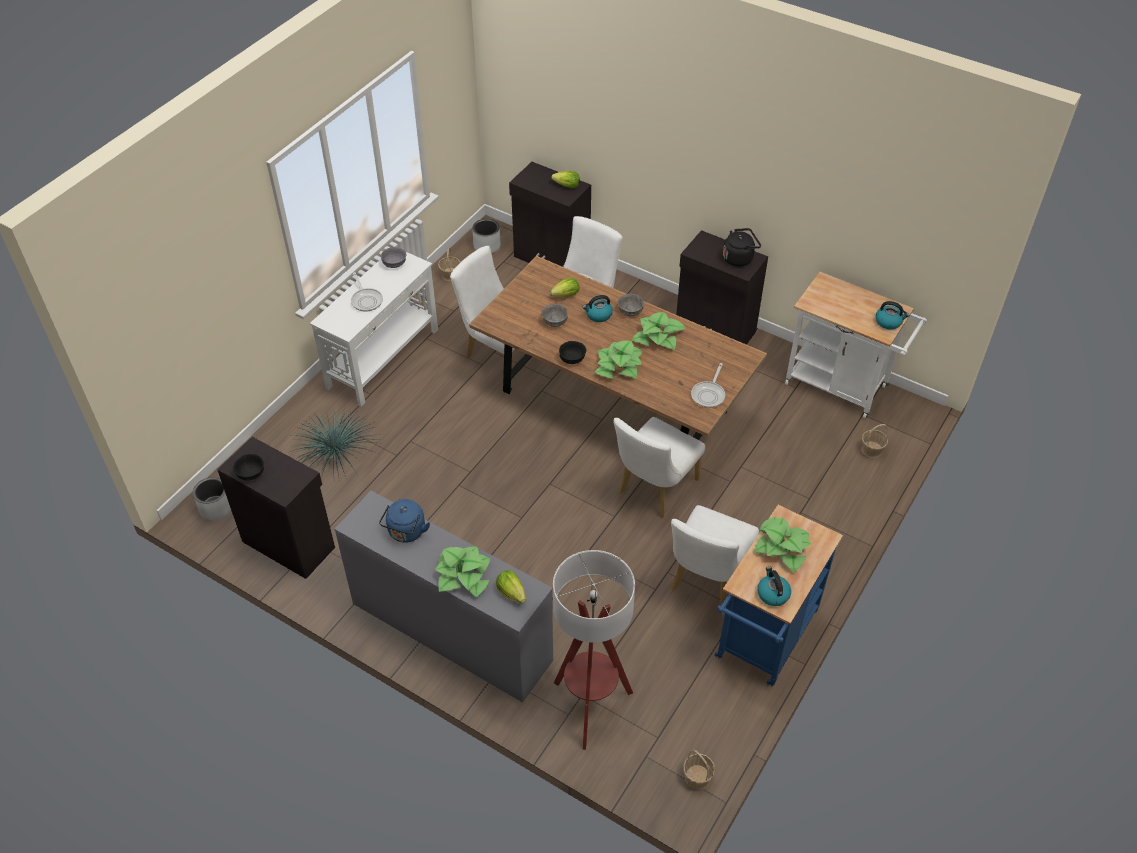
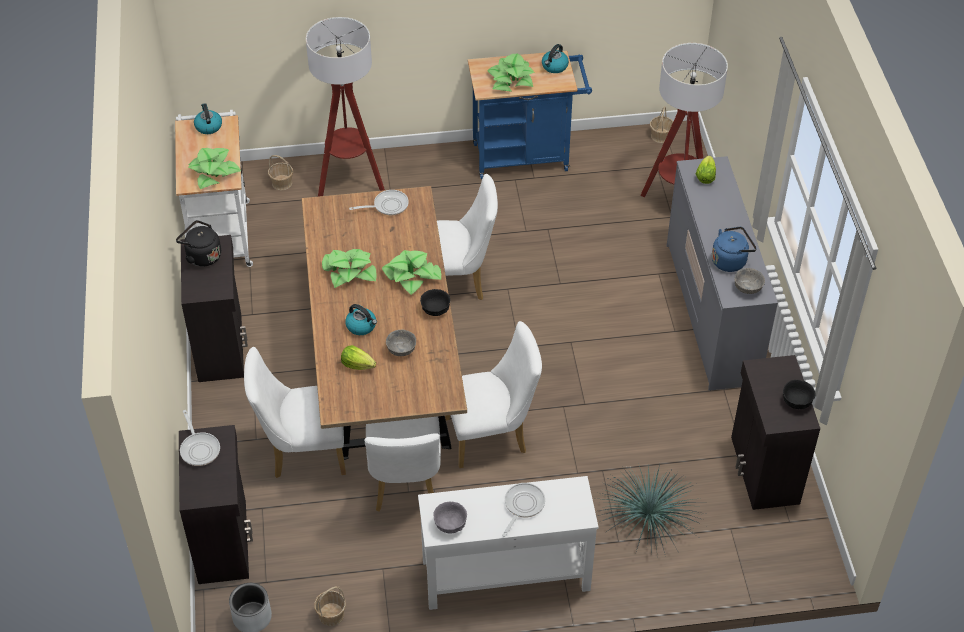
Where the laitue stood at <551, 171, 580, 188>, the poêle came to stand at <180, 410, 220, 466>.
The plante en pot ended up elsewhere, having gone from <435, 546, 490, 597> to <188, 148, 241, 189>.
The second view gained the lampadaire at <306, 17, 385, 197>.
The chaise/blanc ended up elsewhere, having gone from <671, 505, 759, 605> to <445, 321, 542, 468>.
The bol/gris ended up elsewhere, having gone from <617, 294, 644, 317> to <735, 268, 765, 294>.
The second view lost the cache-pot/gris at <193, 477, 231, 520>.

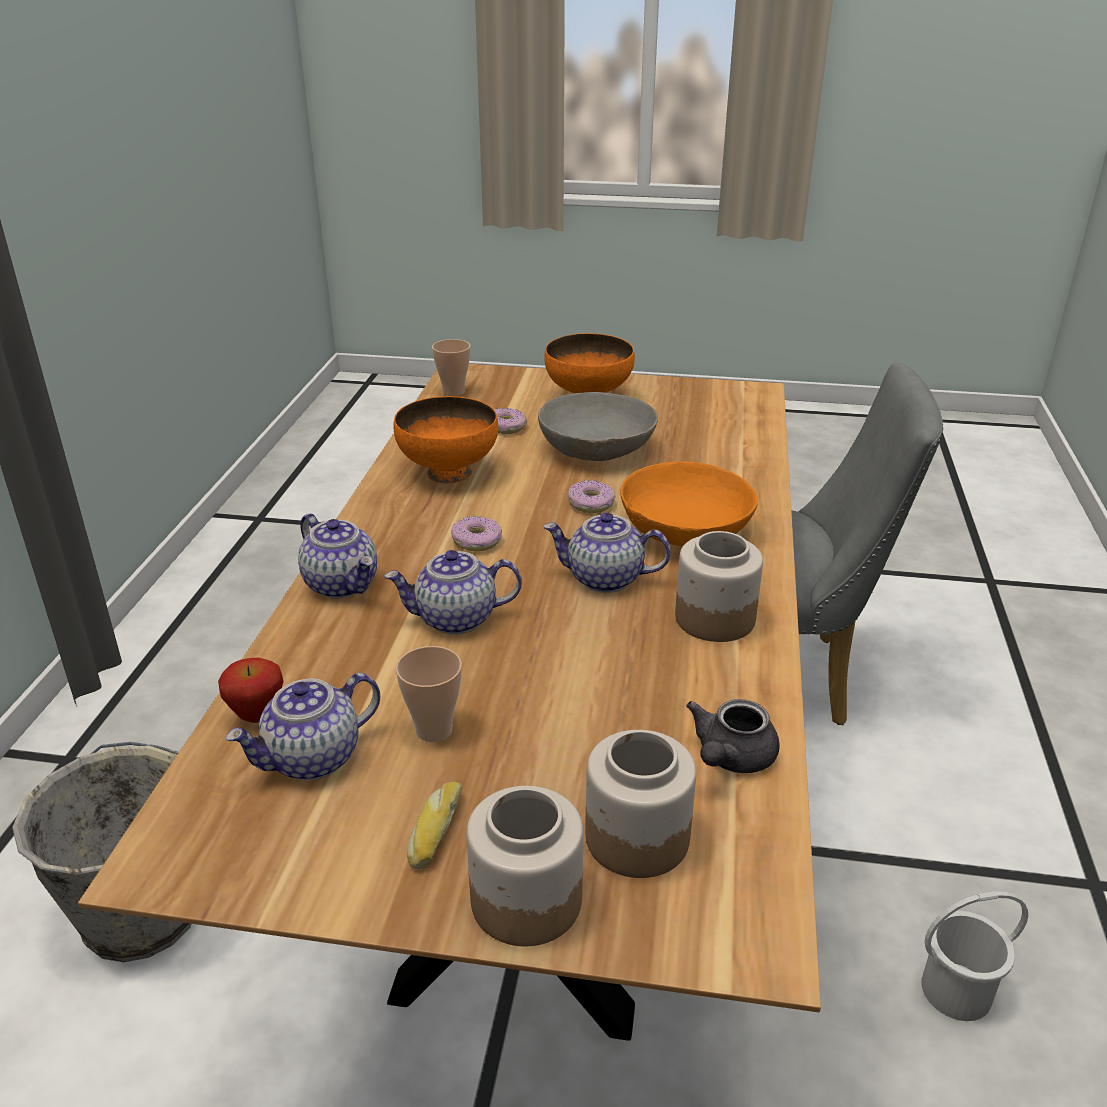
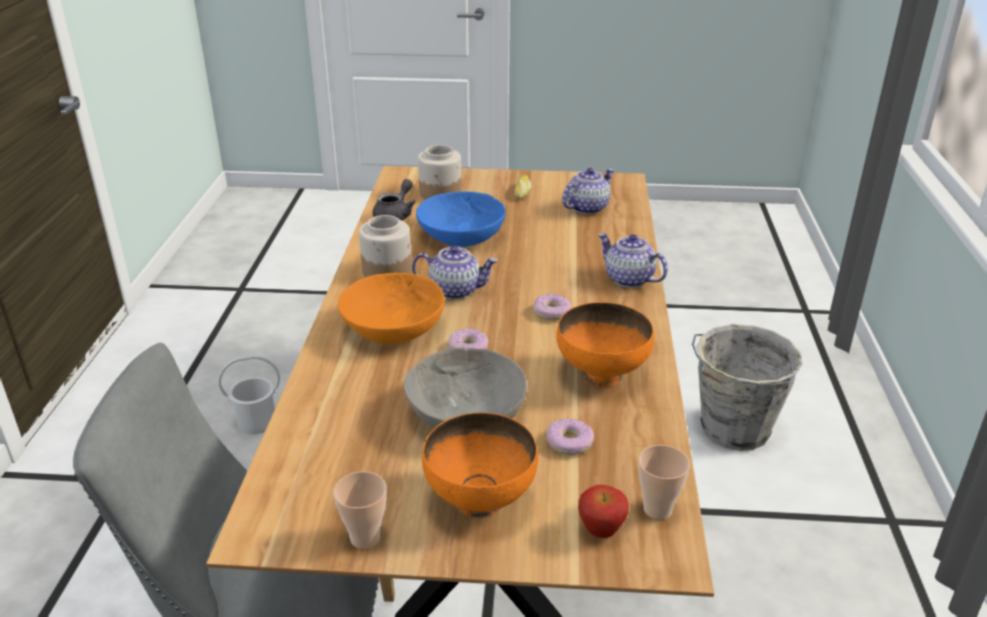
The tasse ended up elsewhere, having gone from <396, 646, 462, 742> to <333, 471, 387, 549>.
The second view gained the bol/bleu at <416, 191, 506, 247>.
The pomme ended up elsewhere, having gone from <218, 658, 284, 723> to <578, 485, 629, 538>.
The second view lost the théière at <384, 550, 522, 634>.
The second view lost the bocal at <466, 786, 583, 946>.

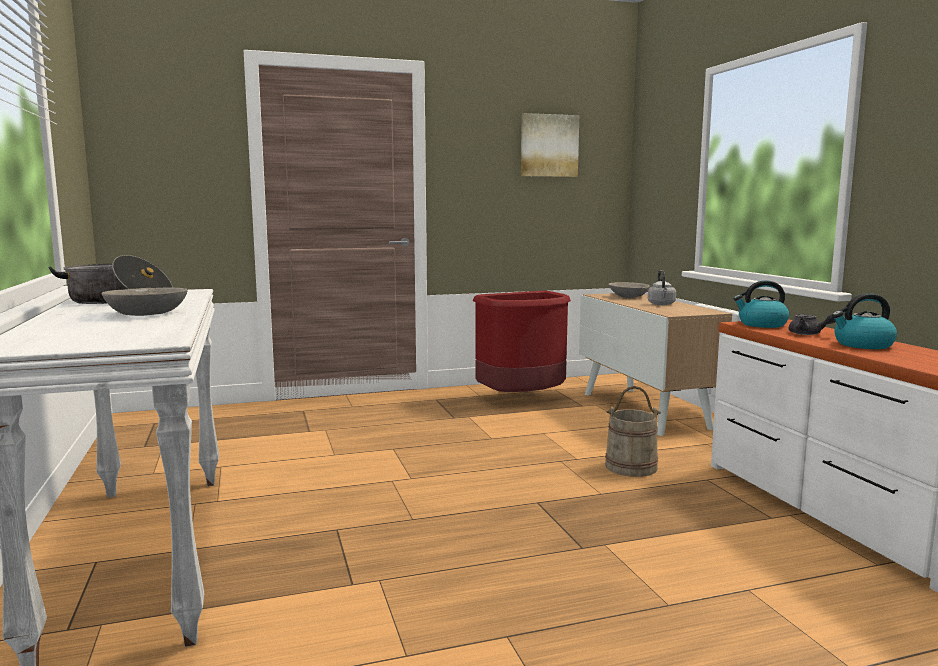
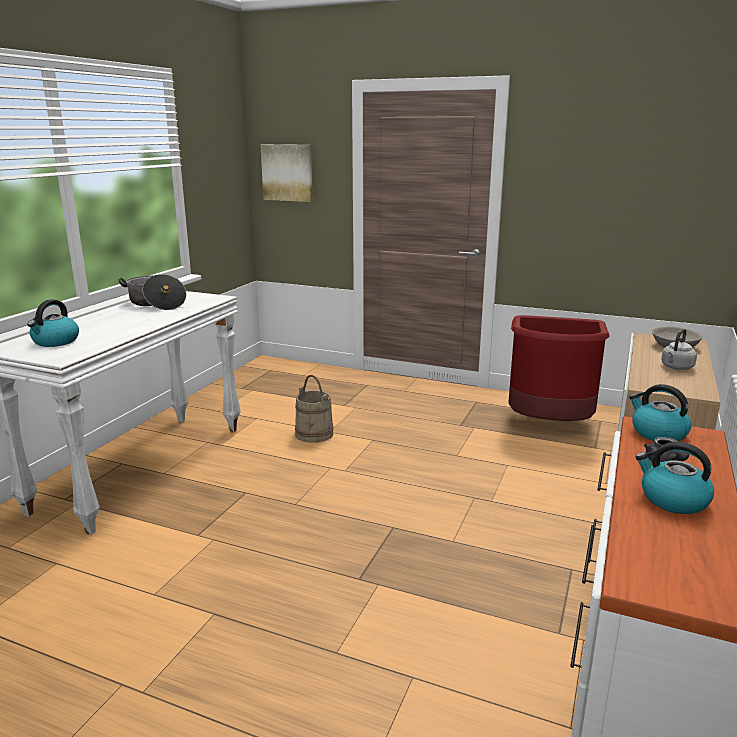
The second view gained the bouilloire at <27, 299, 79, 347>.
The tableau ended up elsewhere, having gone from <521, 113, 579, 177> to <260, 144, 313, 202>.
The seau/beige ended up elsewhere, having gone from <605, 386, 661, 477> to <295, 375, 334, 443>.
The second view lost the bol/gris at <101, 288, 188, 316>.

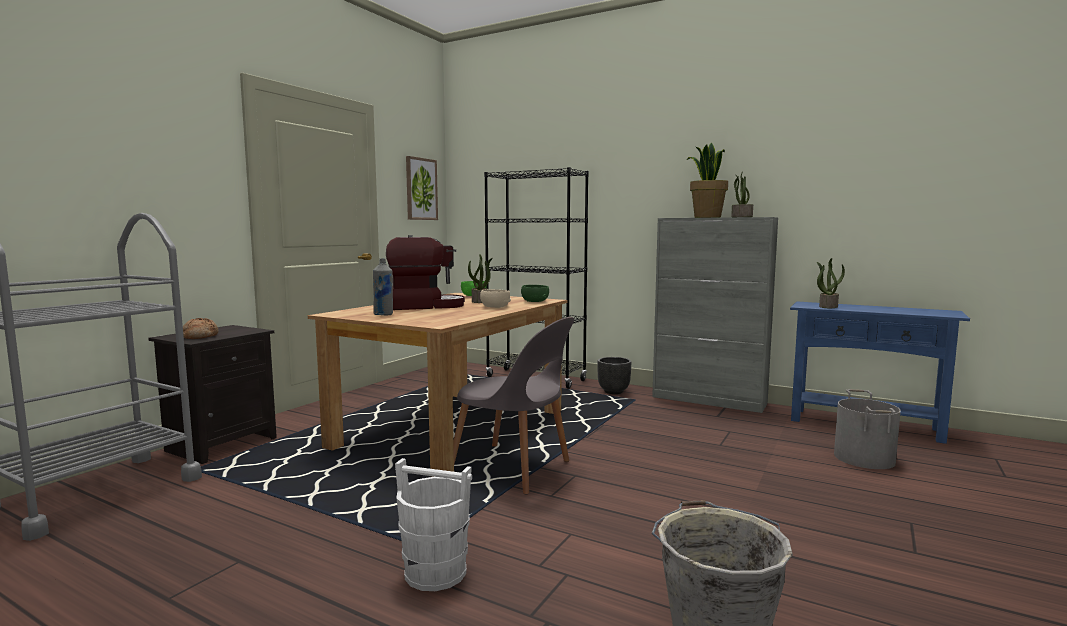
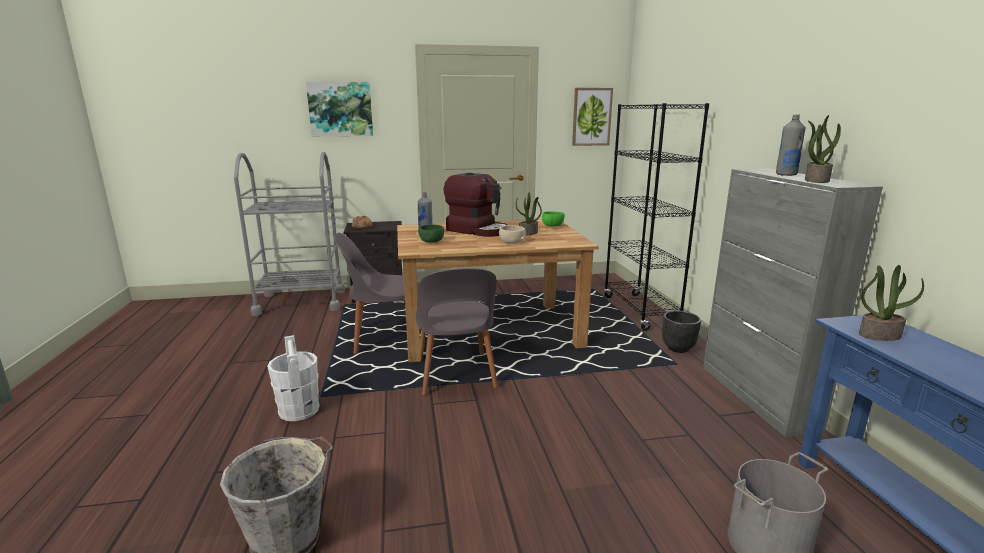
The second view gained the tableau at <306, 81, 373, 136>.
The second view gained the chaise/gris at <334, 233, 419, 354>.
The bol/vert ended up elsewhere, having gone from <521, 285, 549, 302> to <418, 224, 444, 243>.
Where the plante en pot stood at <687, 143, 728, 218>, the bouteille/gris came to stand at <776, 114, 806, 176>.

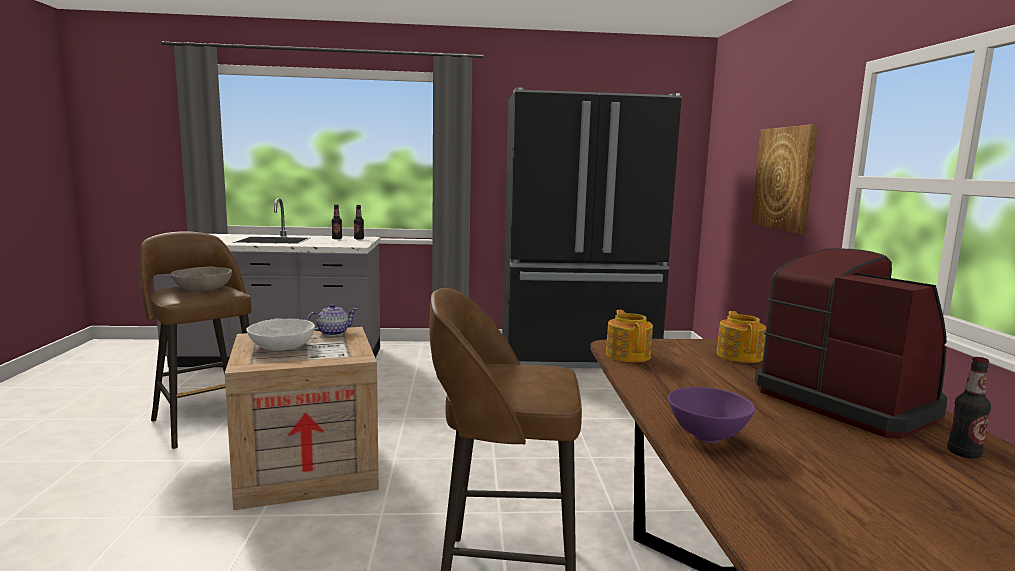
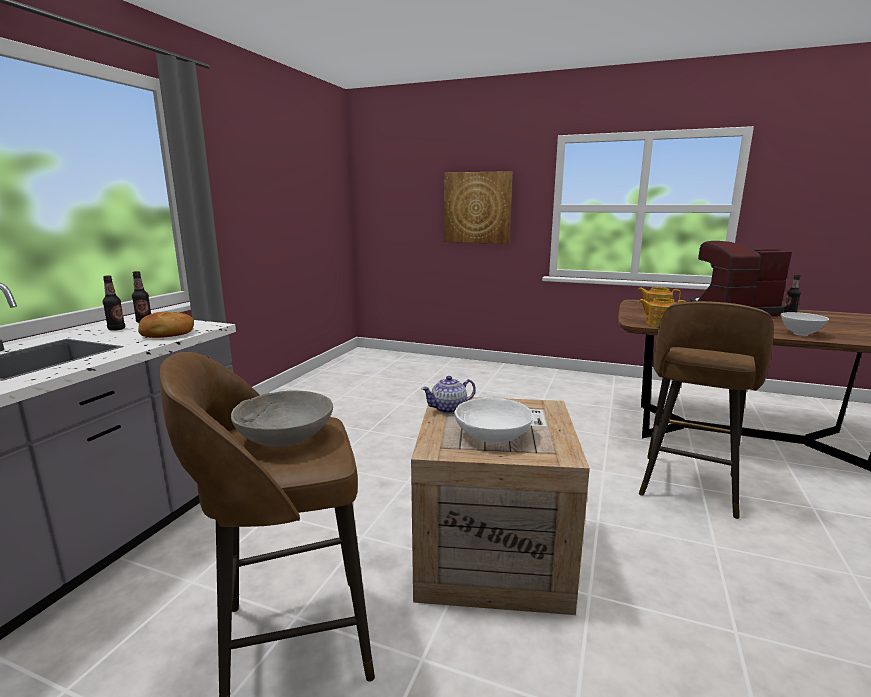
The second view gained the pain at <138, 311, 194, 338>.
The théière at <307, 304, 357, 336> ended up facing another way, 105 degrees counterclockwise from before.
What was the bol/violet at <668, 387, 755, 443> turned into the bol/blanc at <781, 312, 829, 336>.
The second view lost the réfrigérateur/noir at <502, 87, 682, 368>.

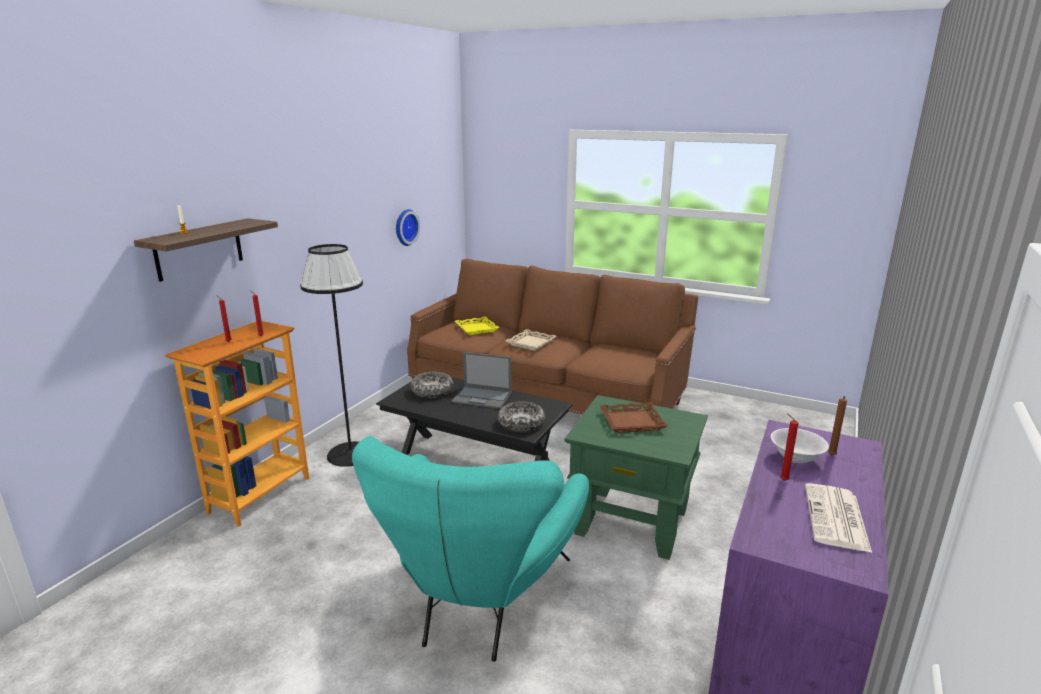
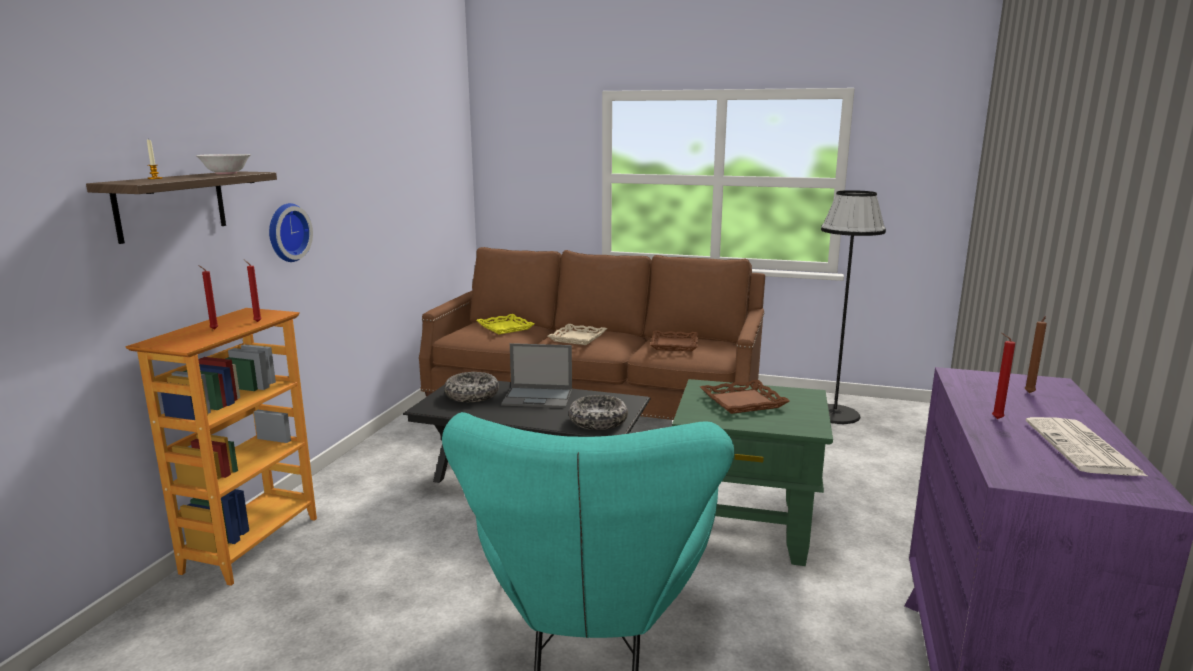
The bol/blanc ended up elsewhere, having gone from <771, 428, 829, 463> to <196, 154, 251, 174>.
The horloge murale ended up elsewhere, having gone from <396, 209, 420, 246> to <269, 203, 313, 262>.
The second view gained the plateau/marron at <650, 330, 698, 351>.
The lampadaire/noir ended up elsewhere, having gone from <300, 244, 363, 467> to <821, 190, 886, 424>.

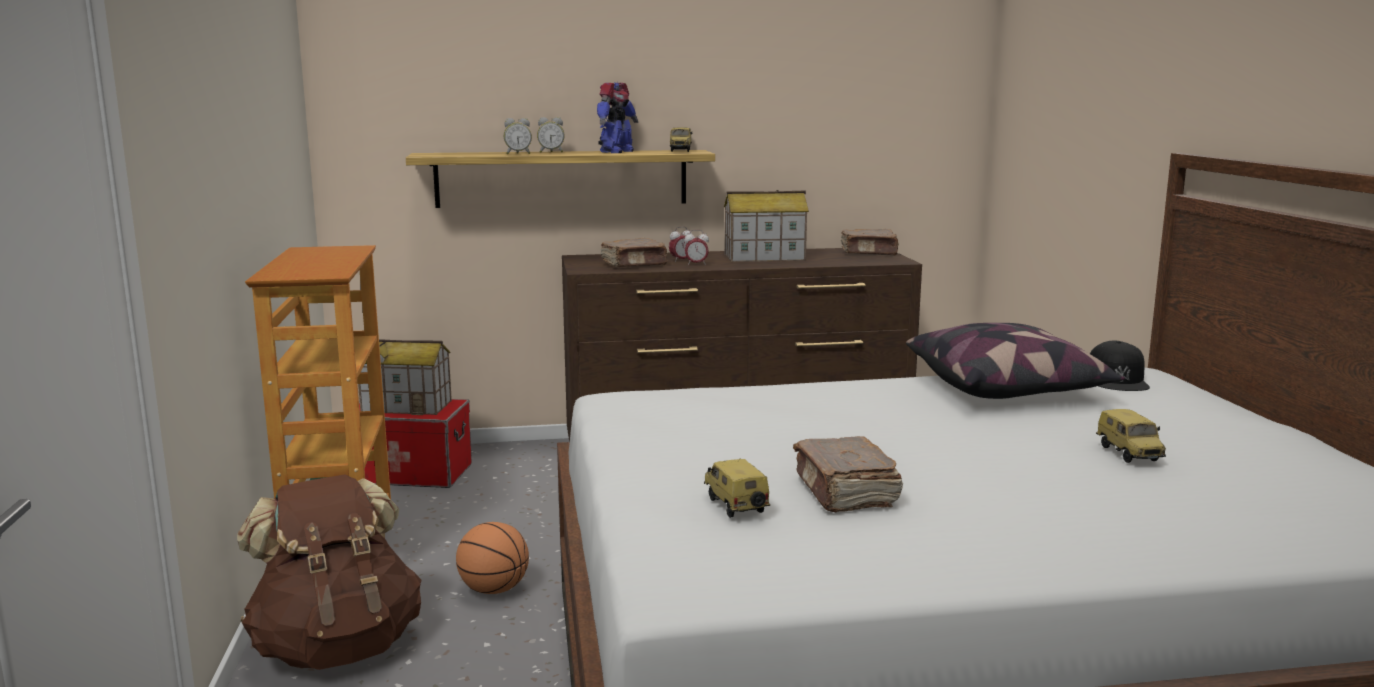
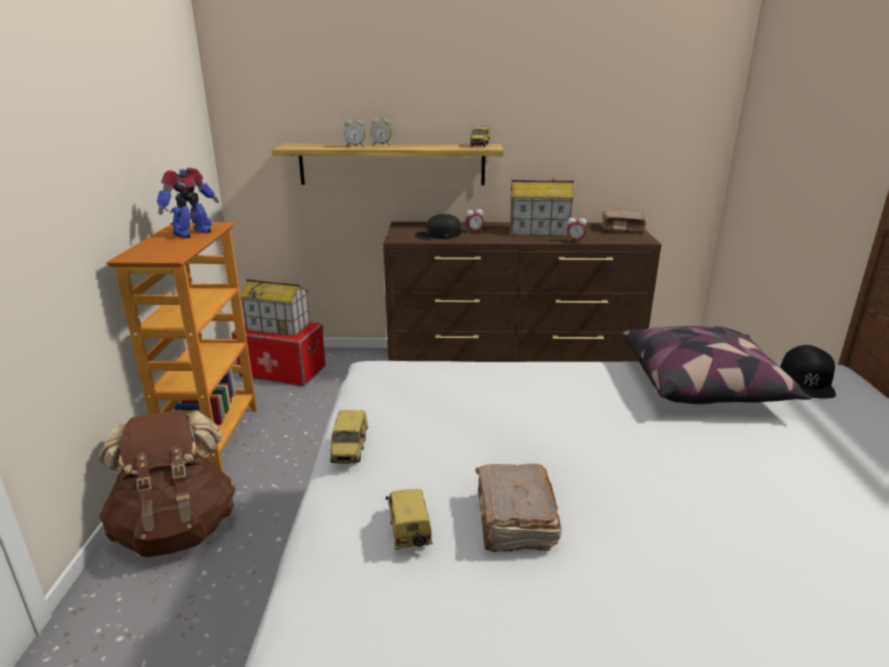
The robot jouet ended up elsewhere, having gone from <597, 83, 638, 153> to <157, 168, 219, 238>.
The petite voiture ended up elsewhere, having gone from <1096, 409, 1166, 463> to <330, 410, 368, 464>.
Where the livre/marron stood at <601, 238, 668, 267>, the casquette/noir came to stand at <415, 214, 461, 240>.
The réveil ended up elsewhere, having gone from <684, 230, 709, 266> to <567, 214, 587, 243>.
The second view lost the ballon de basket at <456, 522, 529, 594>.

